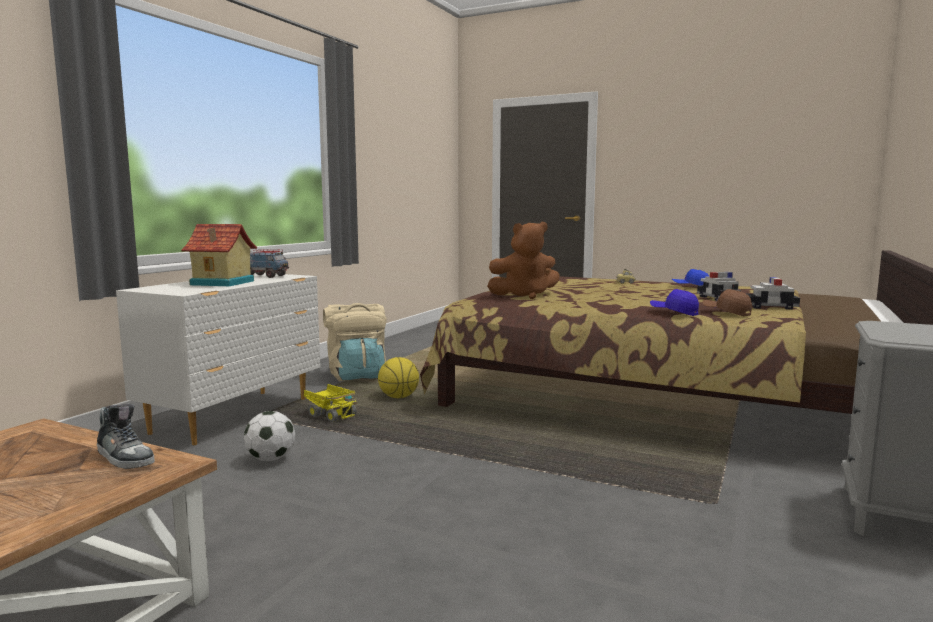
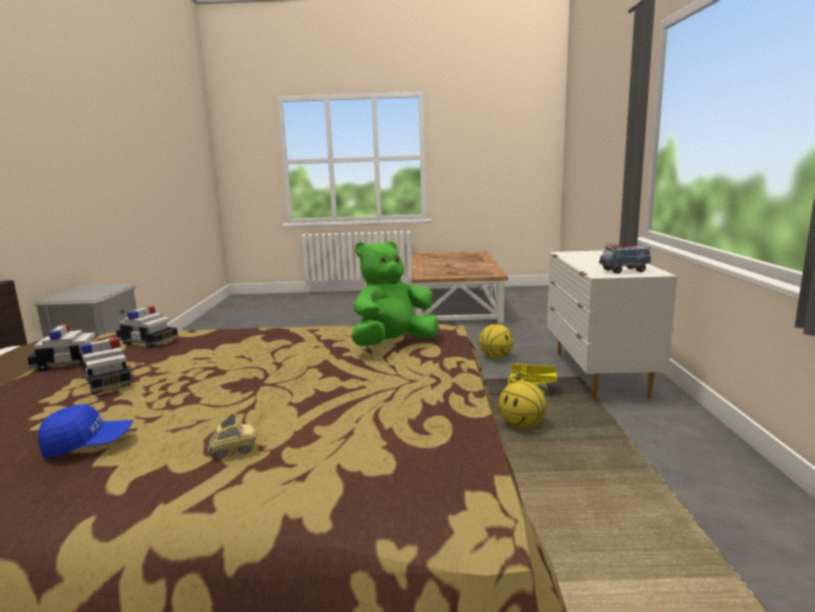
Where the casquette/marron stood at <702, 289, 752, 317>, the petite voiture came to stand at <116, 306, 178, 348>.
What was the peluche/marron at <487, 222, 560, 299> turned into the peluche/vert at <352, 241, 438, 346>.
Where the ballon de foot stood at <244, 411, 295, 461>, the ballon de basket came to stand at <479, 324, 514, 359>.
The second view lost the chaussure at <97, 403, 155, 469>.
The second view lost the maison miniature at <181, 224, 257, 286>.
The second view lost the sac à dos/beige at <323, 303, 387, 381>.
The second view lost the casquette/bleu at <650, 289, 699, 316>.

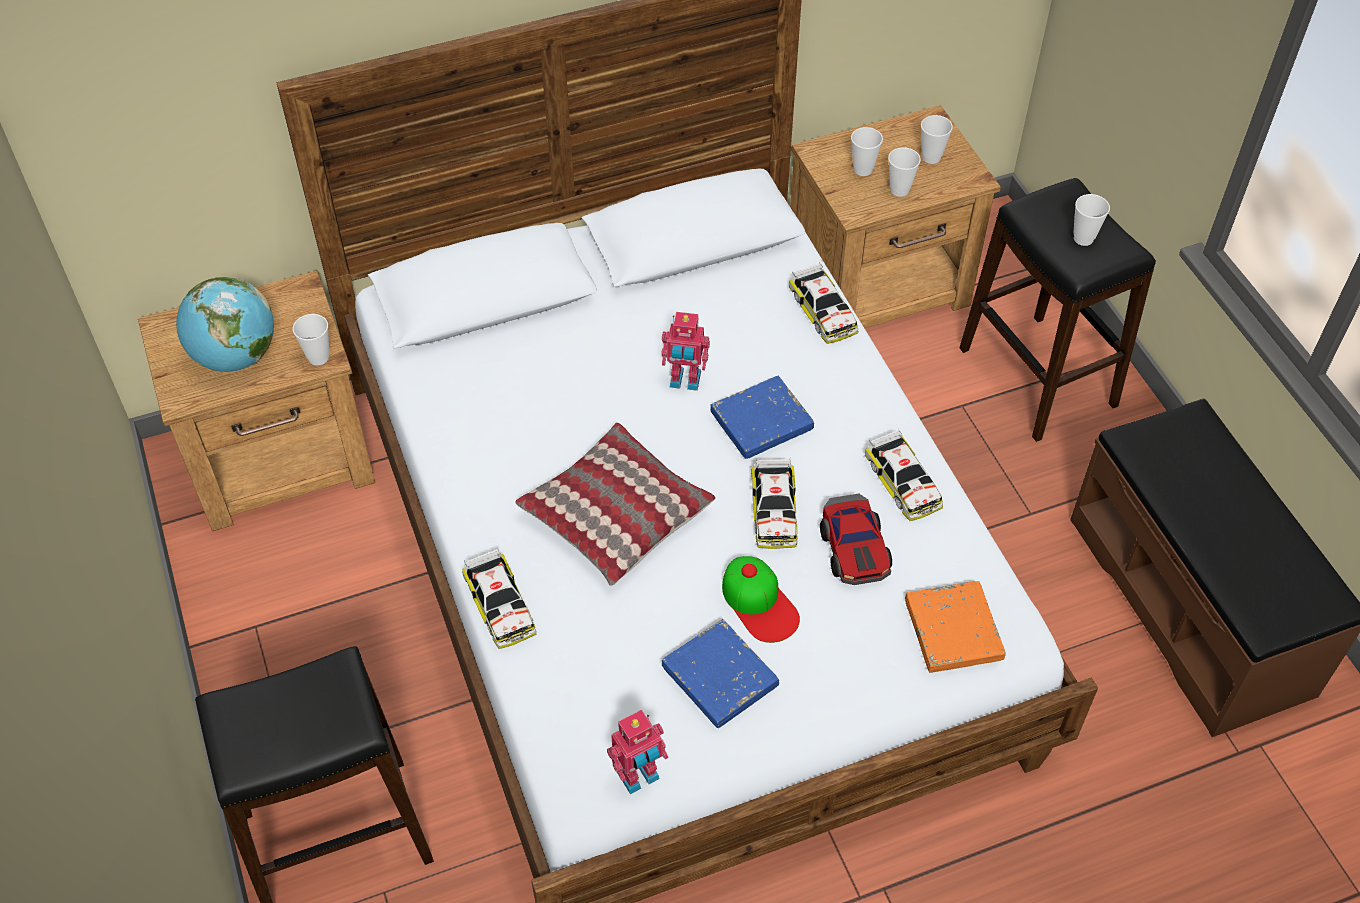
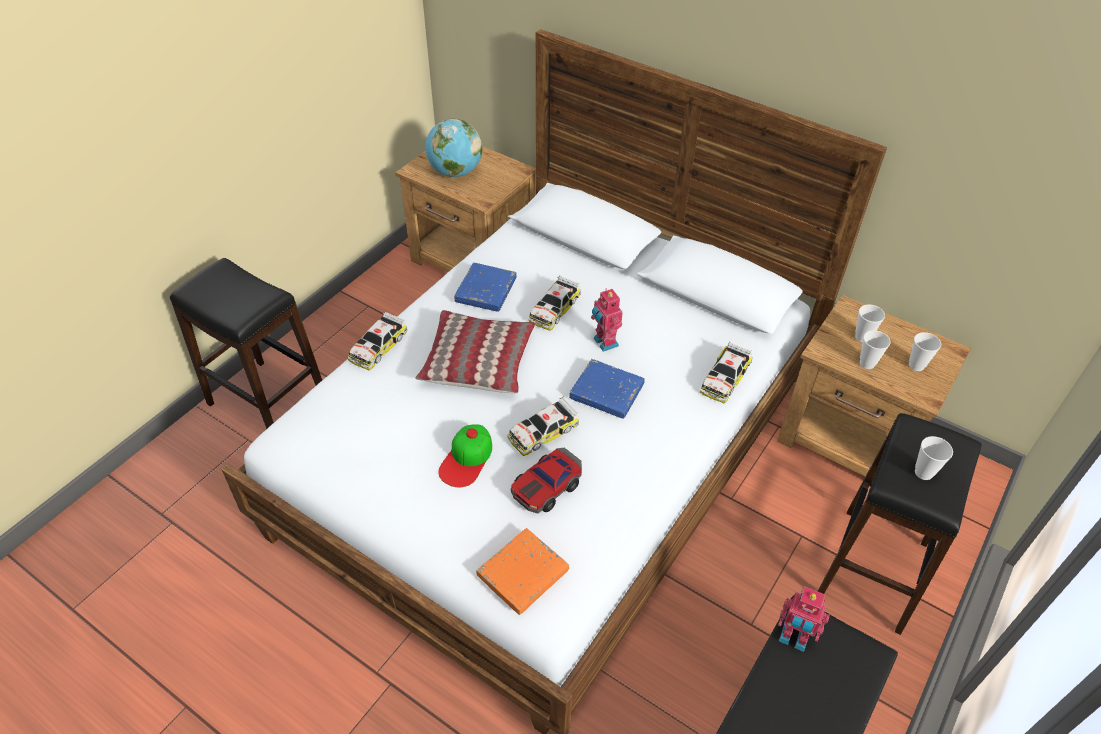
The livre/bleu ended up elsewhere, having gone from <662, 619, 779, 728> to <454, 263, 517, 312>.
The petite voiture ended up elsewhere, having gone from <865, 429, 943, 521> to <528, 276, 581, 331>.
The robot jouet ended up elsewhere, having gone from <607, 710, 668, 794> to <778, 587, 829, 652>.
The second view lost the tasse at <293, 314, 329, 366>.

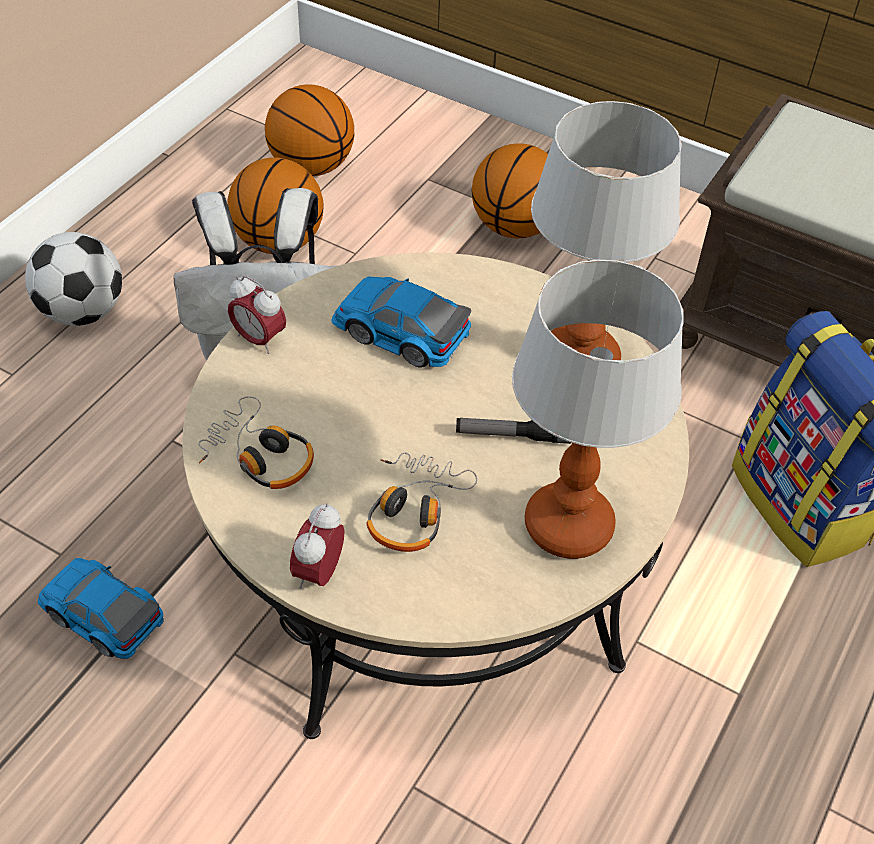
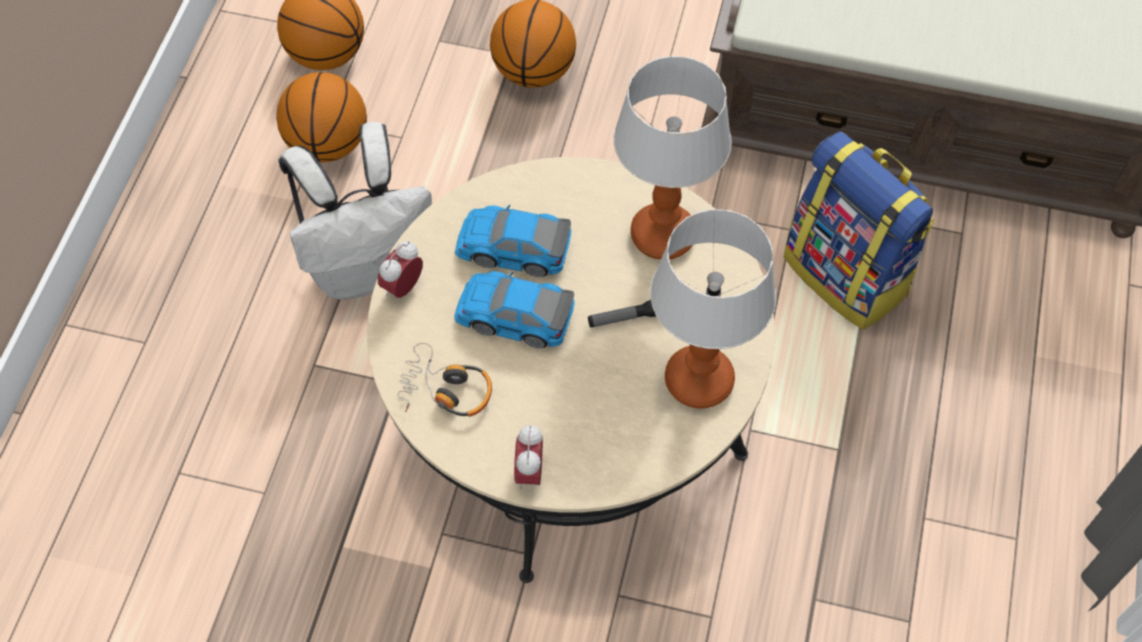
The réveil at <228, 276, 286, 354> ended up facing another way, 105 degrees clockwise from before.
The petite voiture ended up elsewhere, having gone from <38, 558, 164, 659> to <454, 271, 575, 348>.
The second view lost the ballon de foot at <25, 232, 122, 326>.
The second view lost the casque audio at <366, 453, 477, 552>.

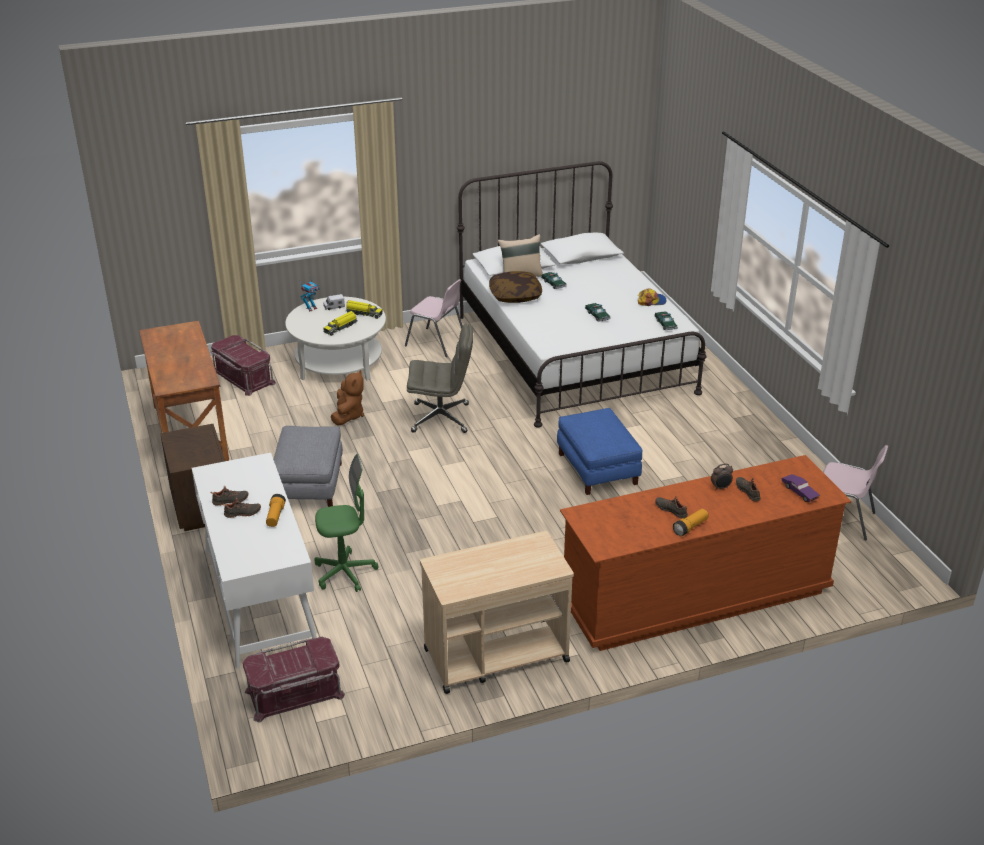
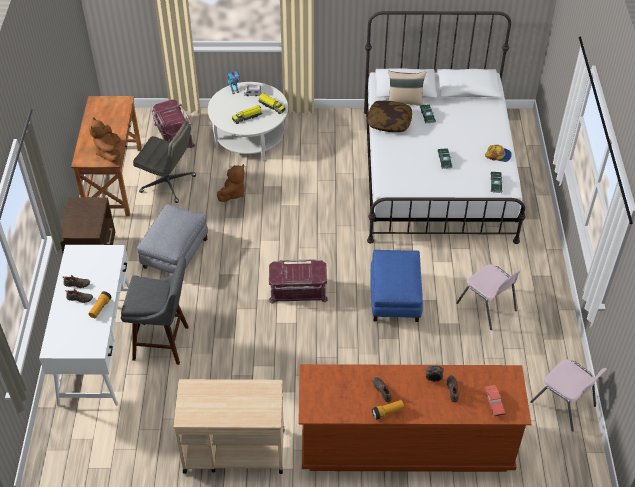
The second view gained the peluche/marron at <89, 117, 121, 162>.
Where the chaise de bureau/vert stood at <314, 454, 379, 592>, the tabouret/gris came to stand at <121, 257, 189, 365>.
The chaise de bureau/gris ended up elsewhere, having gone from <407, 324, 473, 433> to <133, 122, 196, 203>.
The boîte de rangement/rouge ended up elsewhere, having gone from <243, 637, 345, 722> to <269, 259, 328, 304>.
The chaise/rose ended up elsewhere, having gone from <405, 279, 463, 357> to <456, 264, 522, 330>.
What was the petite voiture/violet at <782, 474, 820, 502> turned into the petite voiture/rouge at <484, 385, 505, 417>.

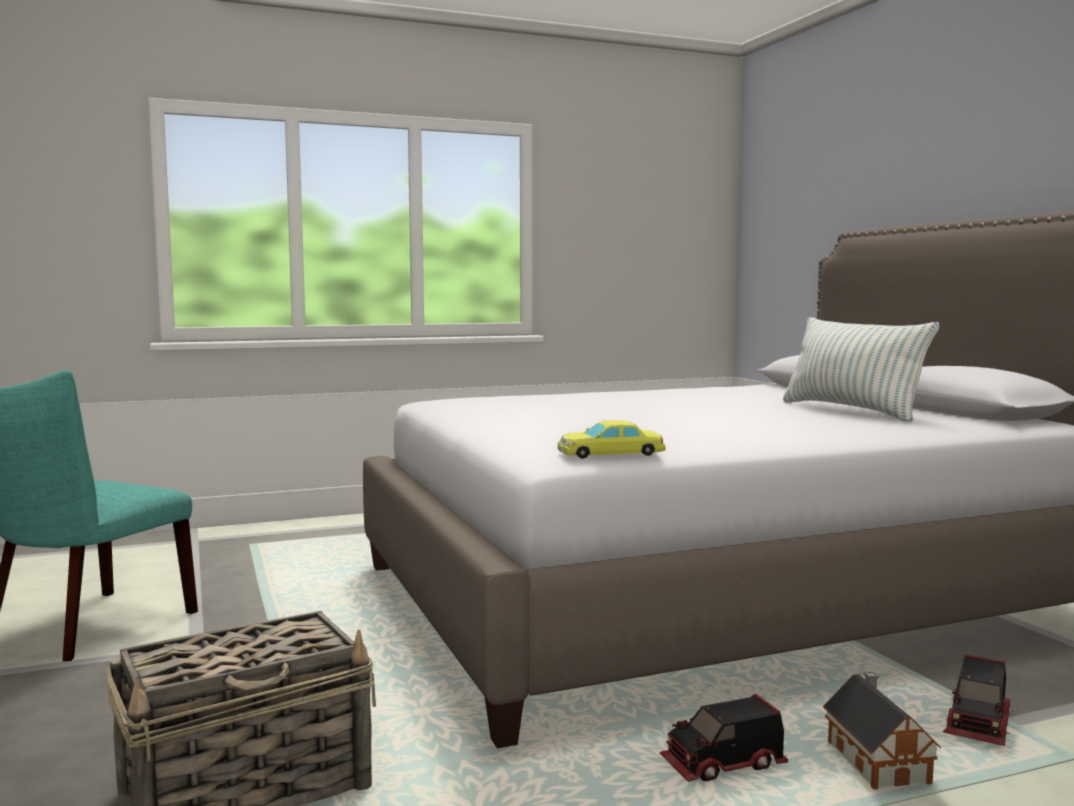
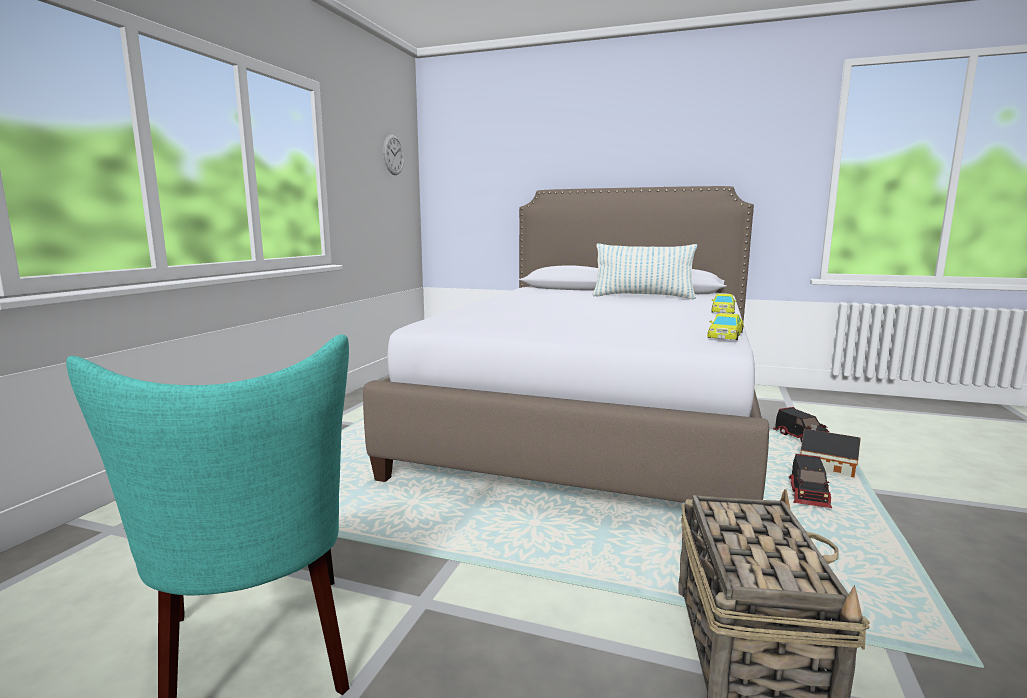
The second view gained the horloge murale at <383, 135, 404, 175>.
The second view gained the petite voiture/jaune at <711, 294, 736, 313>.

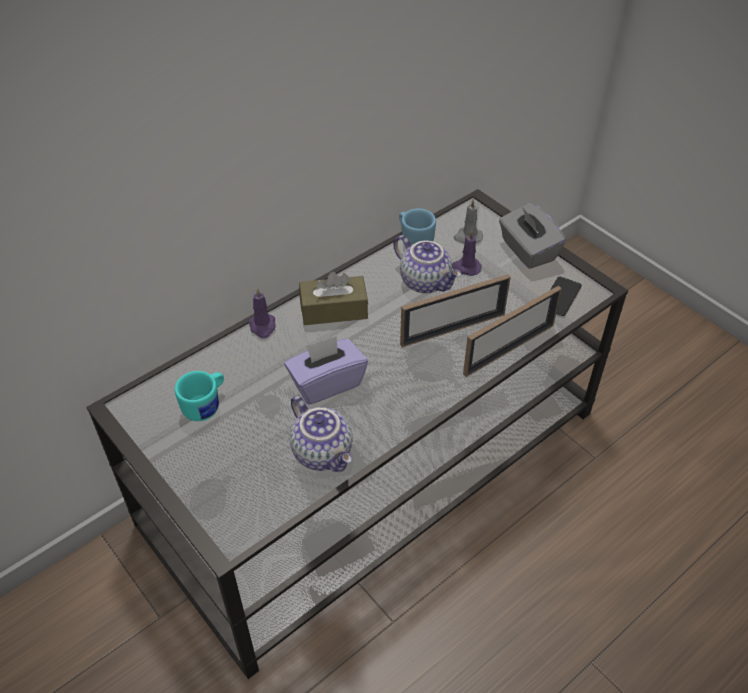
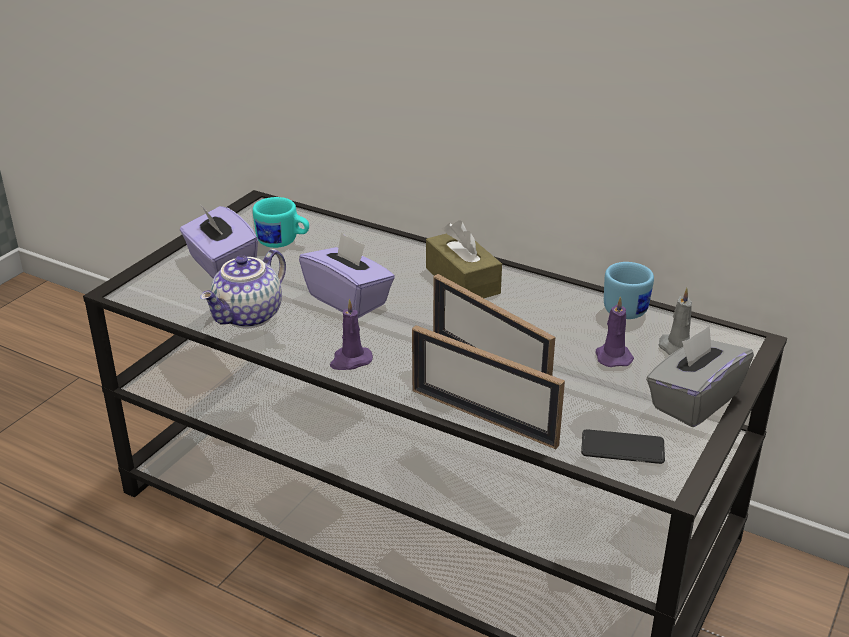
The second view gained the boîte à mouchoirs/violet at <180, 205, 258, 279>.
The bougie/violet ended up elsewhere, having gone from <249, 288, 276, 339> to <330, 299, 373, 370>.
The second view lost the théière at <393, 235, 461, 294>.

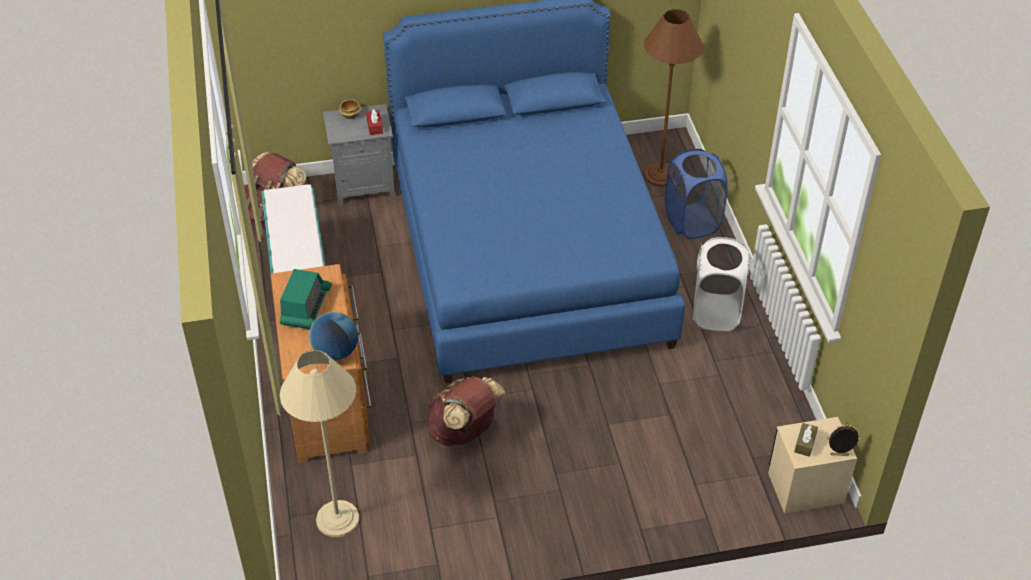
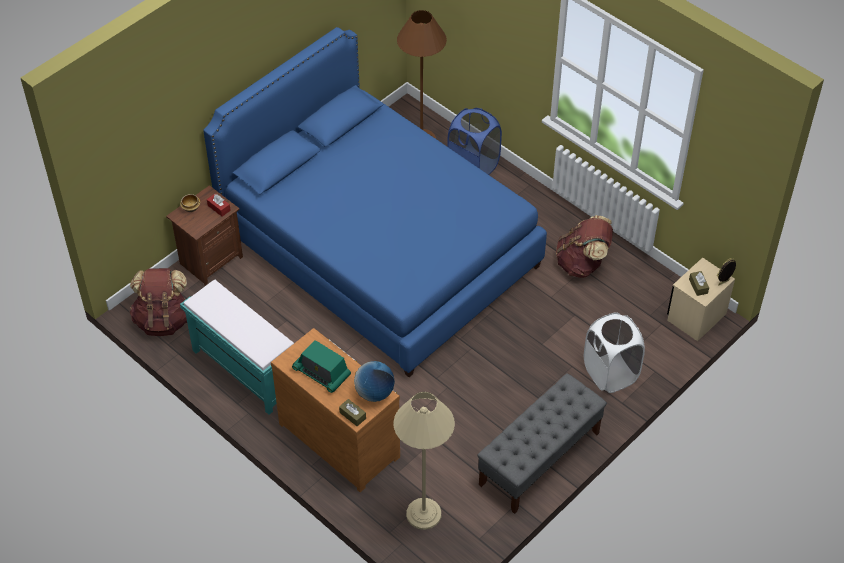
What was the table de chevet/gris at <323, 104, 395, 205> turned into the table de chevet/marron at <166, 185, 243, 285>.
The radio at <280, 269, 332, 329> ended up facing another way, 150 degrees clockwise from before.
The second view gained the boîte à mouchoirs/marron at <339, 399, 366, 426>.
The second view gained the banc/gris at <477, 373, 607, 514>.
The sac à dos/marron ended up elsewhere, having gone from <428, 377, 506, 446> to <556, 215, 613, 278>.
The panier à linge/blanc ended up elsewhere, having gone from <693, 237, 750, 331> to <584, 312, 645, 393>.

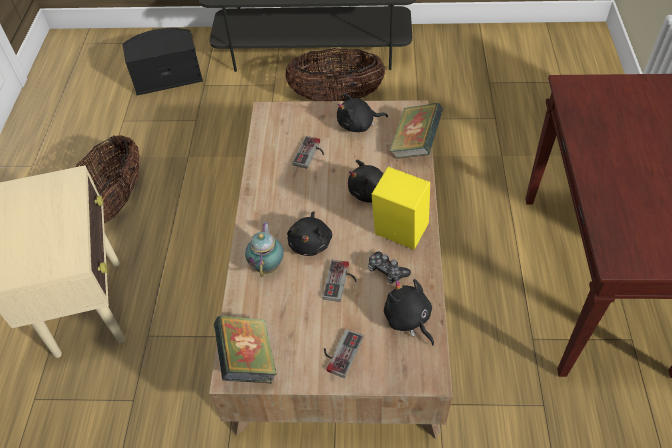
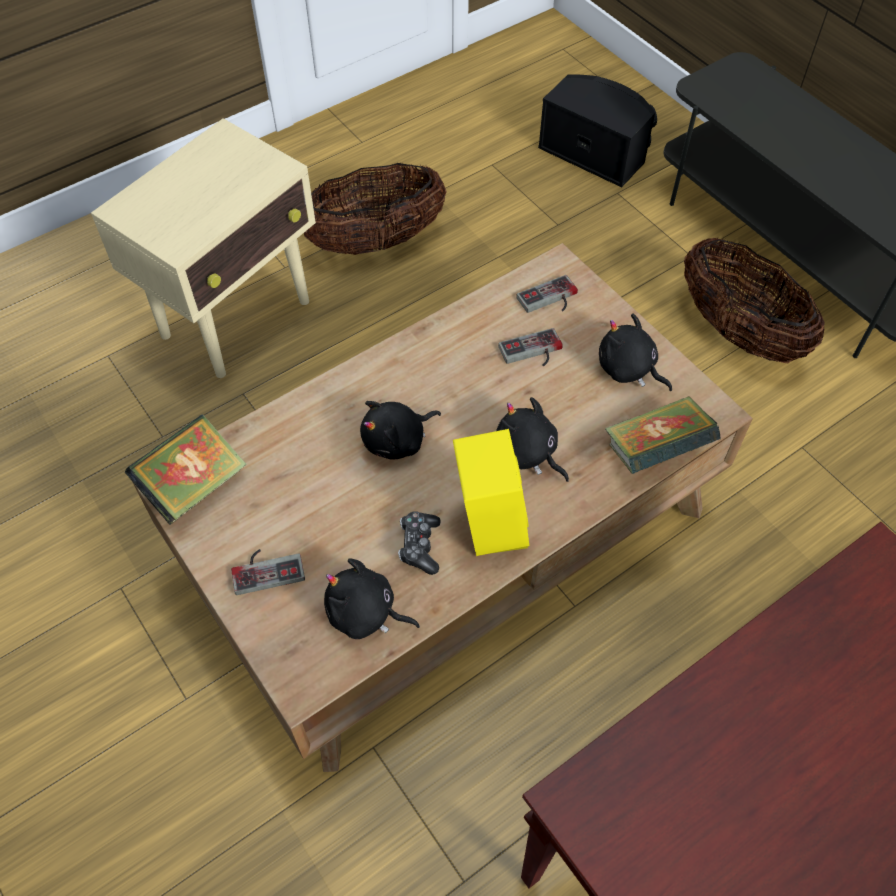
The peluche/noir at <384, 279, 434, 346> ended up facing another way, 90 degrees counterclockwise from before.
The manette ended up elsewhere, having gone from <323, 260, 357, 302> to <516, 275, 578, 313>.
The second view lost the théière at <245, 222, 284, 277>.

